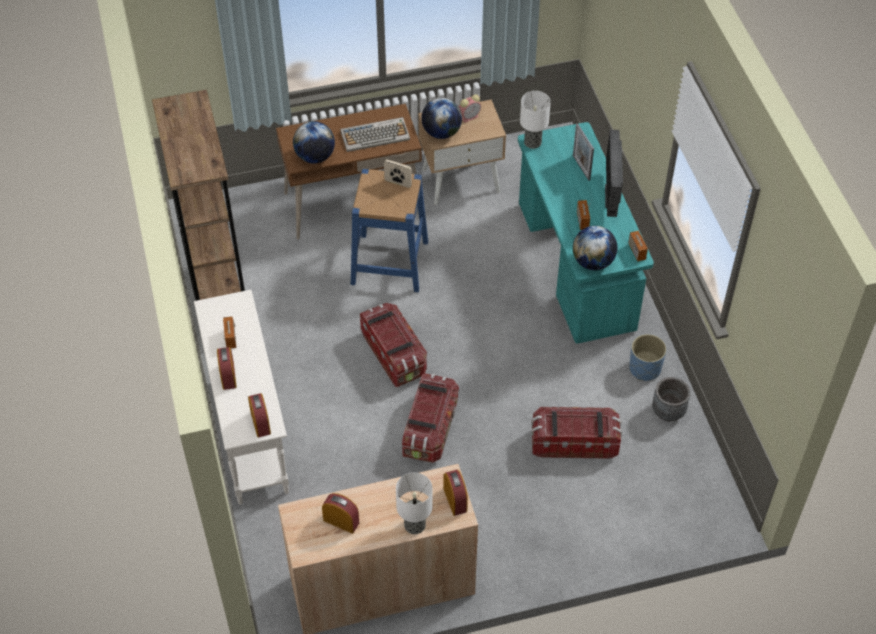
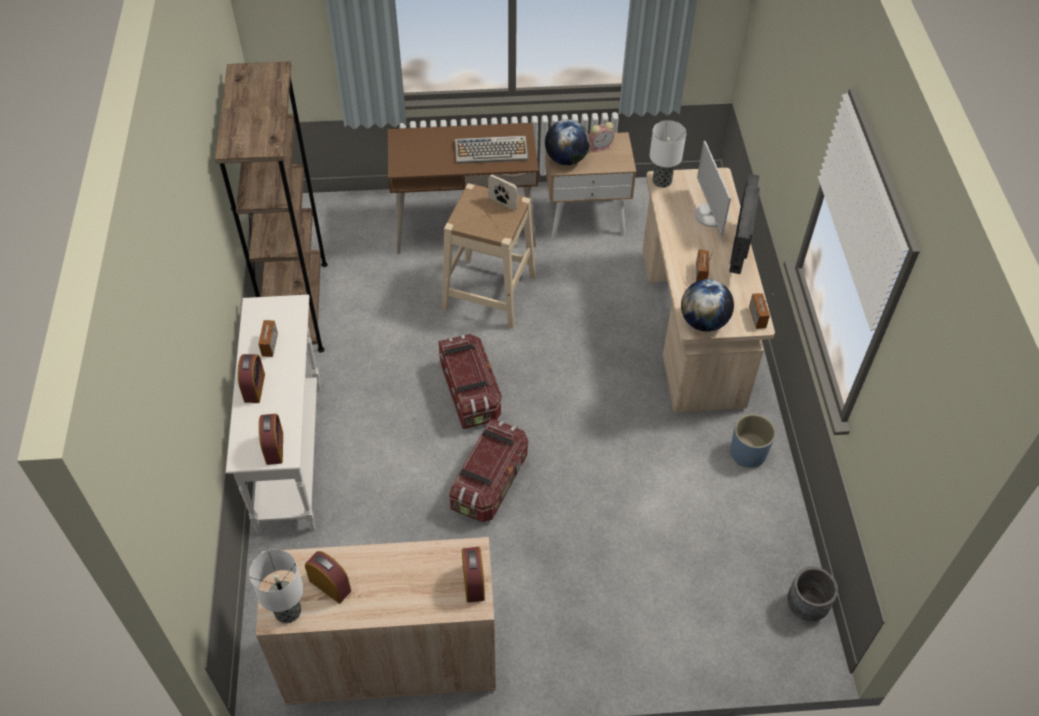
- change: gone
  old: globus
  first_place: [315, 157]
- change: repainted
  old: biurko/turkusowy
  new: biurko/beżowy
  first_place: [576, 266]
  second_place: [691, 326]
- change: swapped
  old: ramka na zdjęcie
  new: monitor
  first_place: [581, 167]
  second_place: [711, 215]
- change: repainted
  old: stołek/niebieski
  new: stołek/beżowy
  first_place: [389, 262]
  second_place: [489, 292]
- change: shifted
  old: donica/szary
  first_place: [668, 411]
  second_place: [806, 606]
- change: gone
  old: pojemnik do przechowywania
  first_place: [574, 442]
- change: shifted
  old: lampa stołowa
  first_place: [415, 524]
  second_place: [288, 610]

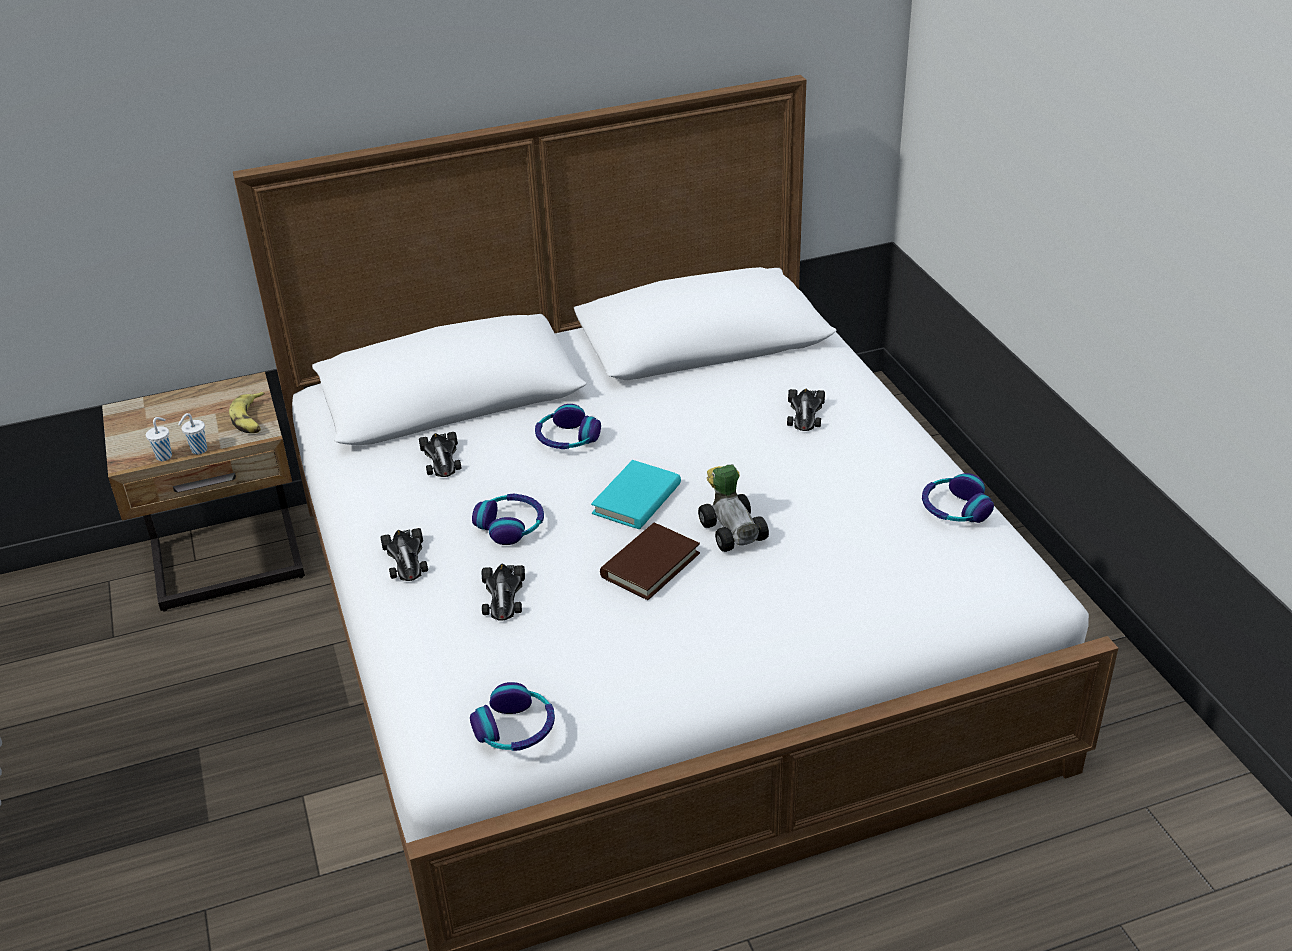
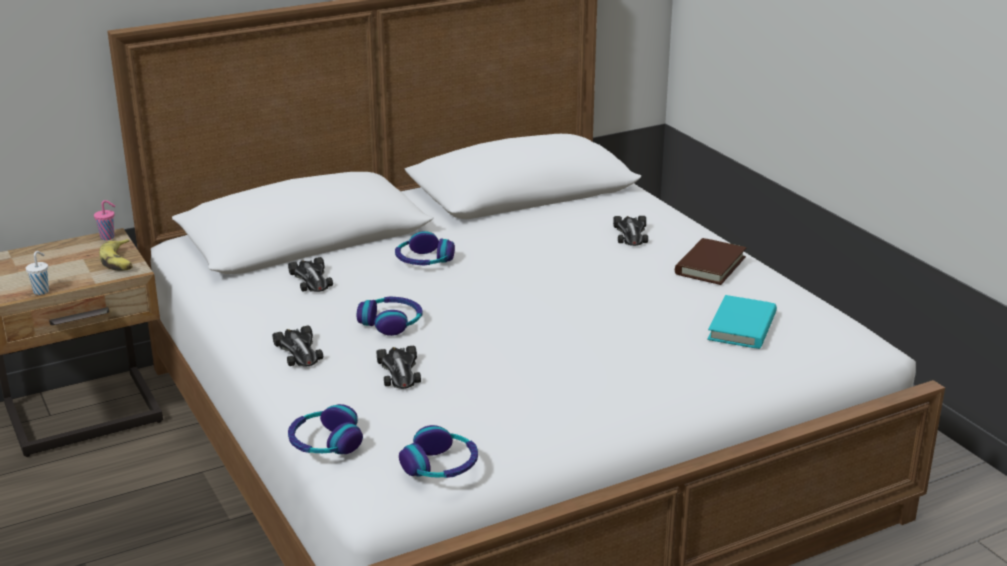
- change: gone
  old: filiżanka/biały
  first_place: [198, 450]
- change: shifted
  old: książka/turkusowy
  first_place: [637, 499]
  second_place: [742, 327]
- change: gone
  old: samochodzik
  first_place: [732, 528]
- change: shifted
  old: słuchawki
  first_place: [954, 509]
  second_place: [325, 443]
- change: shifted
  old: książka/brązowy
  first_place: [650, 565]
  second_place: [710, 265]
- change: new
  new: filiżanka/różowy
  second_place: [108, 237]

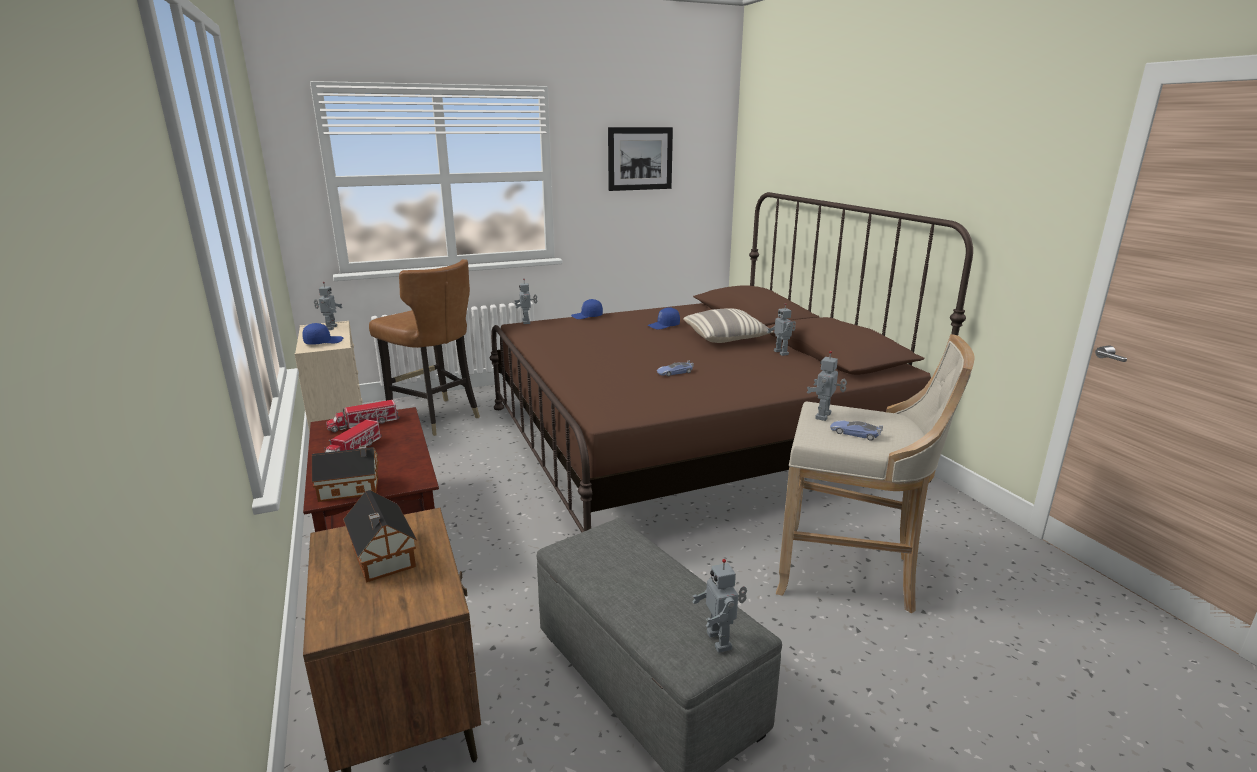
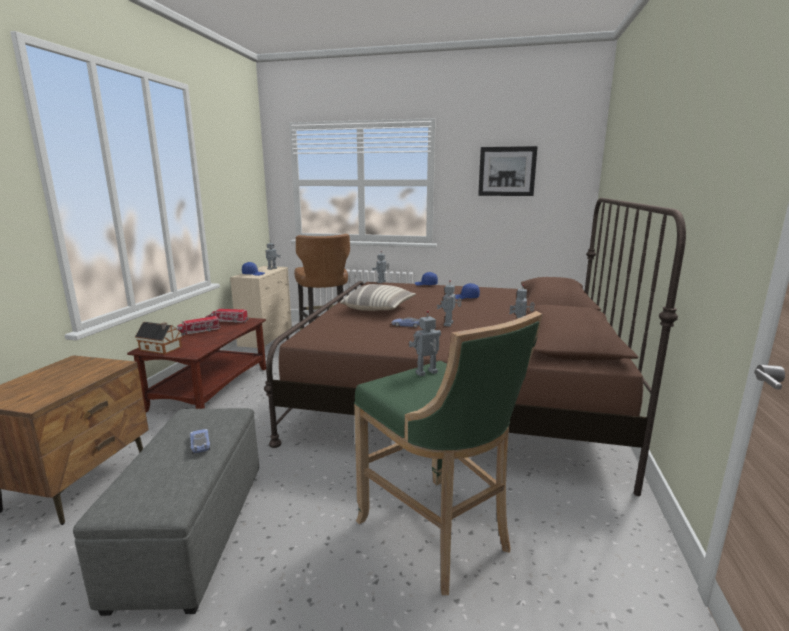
- change: shifted
  old: poduszka
  first_place: [726, 338]
  second_place: [379, 309]
- change: repainted
  old: stołek/beżowy
  new: stołek/zielony
  first_place: [850, 573]
  second_place: [438, 535]
- change: shifted
  old: samochodzik
  first_place: [854, 433]
  second_place: [200, 444]
- change: gone
  old: domek
  first_place: [383, 558]
- change: shifted
  old: robot zabawkowy
  first_place: [720, 640]
  second_place: [449, 324]

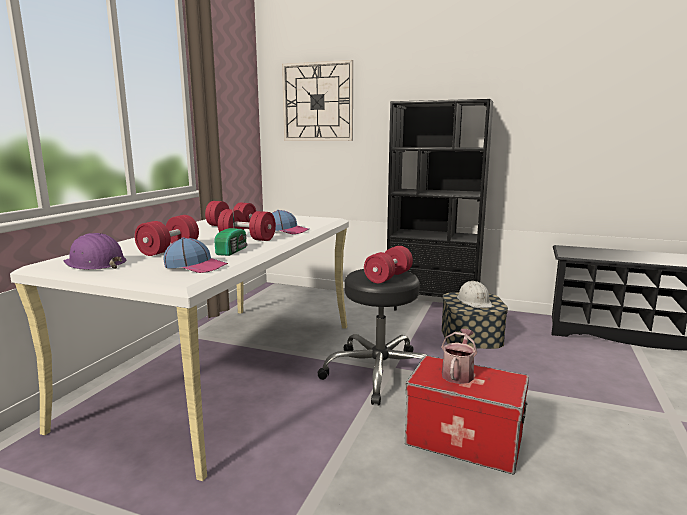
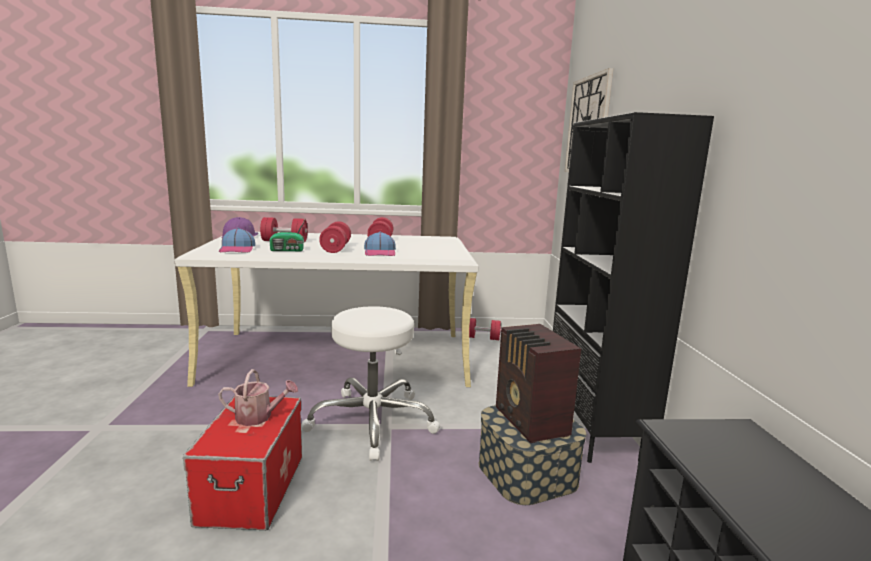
- change: shifted
  old: hantel/czerwony
  first_place: [388, 277]
  second_place: [482, 338]
- change: repainted
  old: stołek/czarny
  new: stołek/biały
  first_place: [379, 372]
  second_place: [373, 421]
- change: swapped
  old: kask/biały
  new: radio
  first_place: [474, 301]
  second_place: [530, 422]

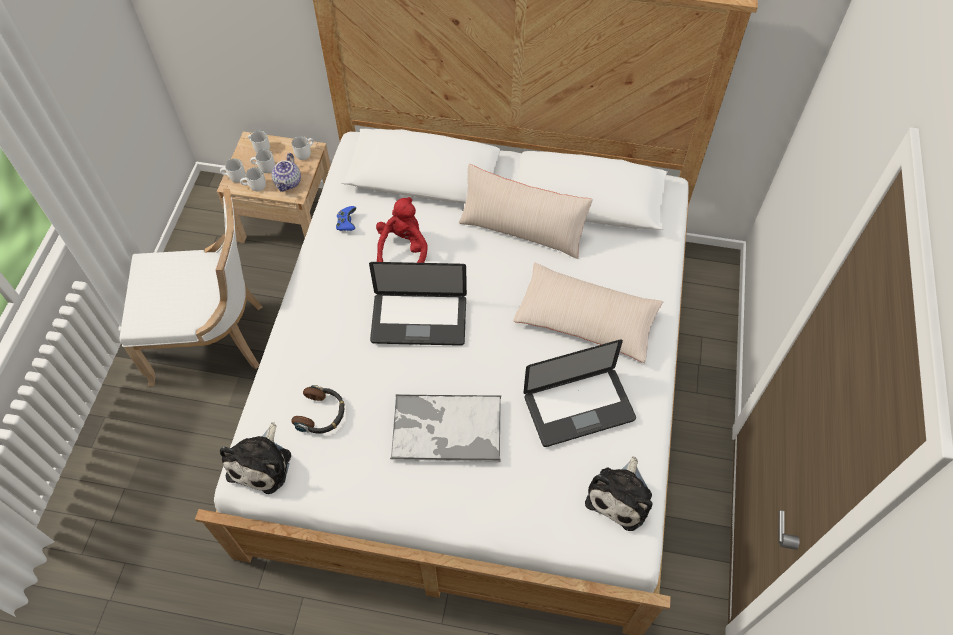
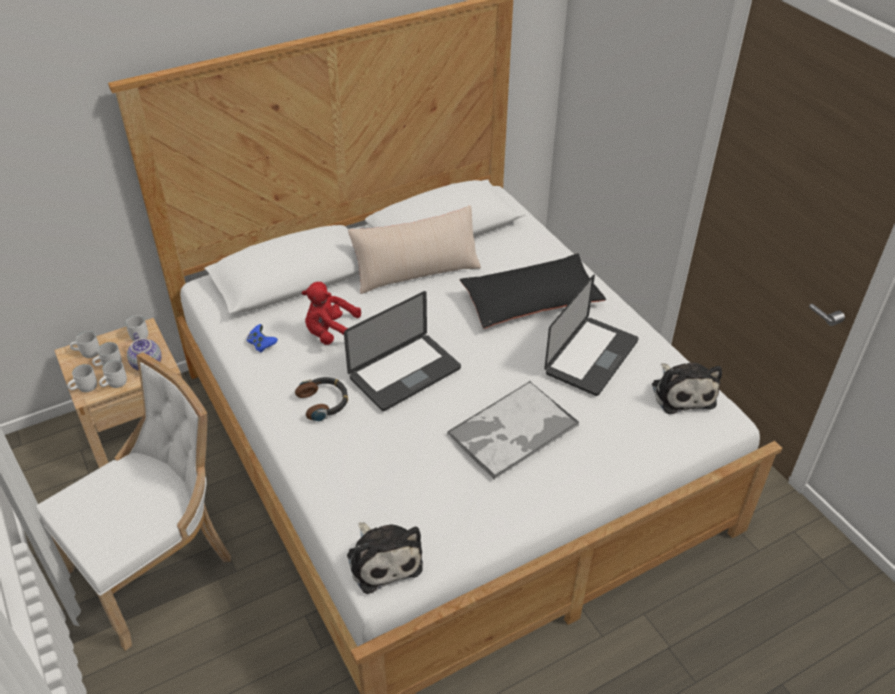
- change: rotated
  old: pluszak/czerwony
  first_place: [403, 249]
  second_place: [333, 335]
  degrees: -75
- change: repainted
  old: poduszka/beżowy
  new: poduszka/czarny
  first_place: [586, 320]
  second_place: [531, 302]
- change: shifted
  old: słuchawki
  first_place: [321, 414]
  second_place: [324, 402]

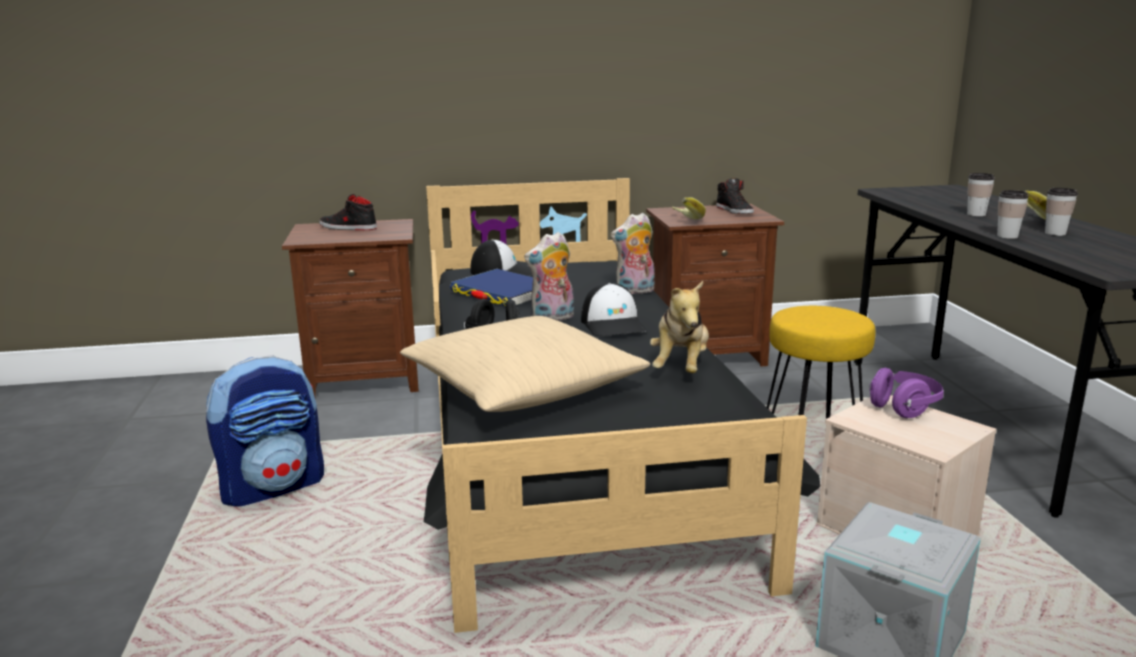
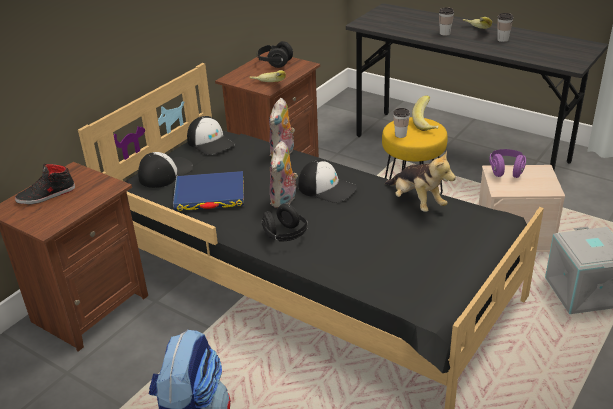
- change: swapped
  old: but/czarny
  new: słuchawki/czarny
  first_place: [735, 211]
  second_place: [274, 63]
- change: shifted
  old: filiżanka
  first_place: [1007, 236]
  second_place: [400, 135]
- change: gone
  old: poduszka/beżowy
  first_place: [522, 388]
- change: new
  new: banan
  second_place: [427, 124]
- change: new
  new: czapka z daszkiem
  second_place: [211, 142]

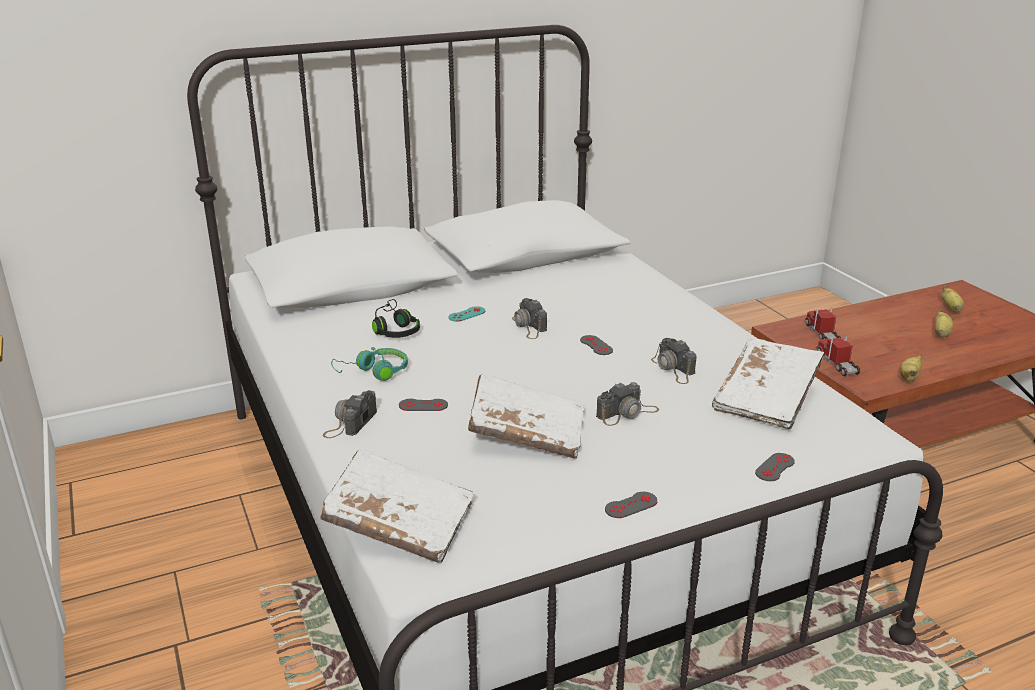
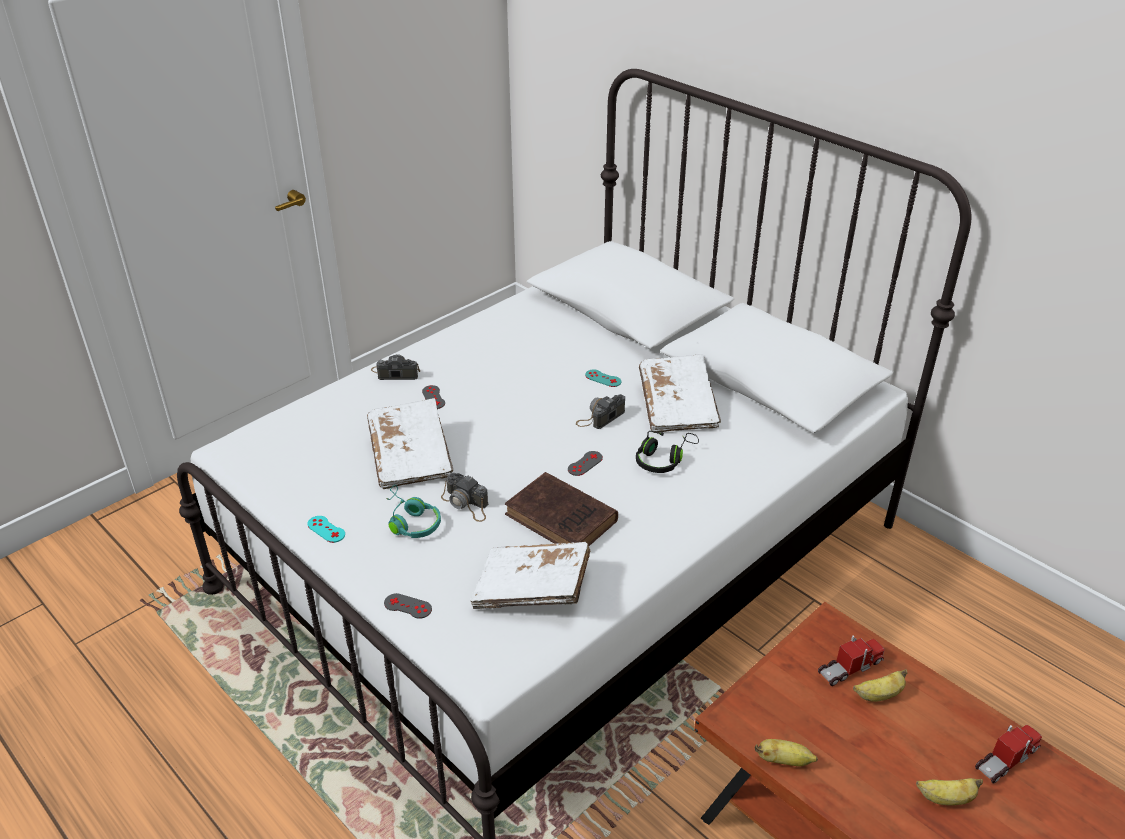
- change: shifted
  old: banan
  first_place: [951, 309]
  second_place: [878, 695]
- change: shifted
  old: słuchawki/czarny
  first_place: [395, 329]
  second_place: [663, 459]
- change: shifted
  old: ciężarówka zabawkowa
  first_place: [837, 363]
  second_place: [1006, 759]
- change: swapped
  old: aparat fotograficzny
  new: książka/brązowy
  first_place: [673, 369]
  second_place: [563, 519]
- change: shifted
  old: słuchawki/turkusowy
  first_place: [374, 372]
  second_place: [410, 521]
- change: shifted
  old: książka/biały
  first_place: [399, 524]
  second_place: [677, 406]
- change: repainted
  old: pad do gier/szary
  new: pad do gier/turkusowy
  first_place: [631, 505]
  second_place: [326, 529]

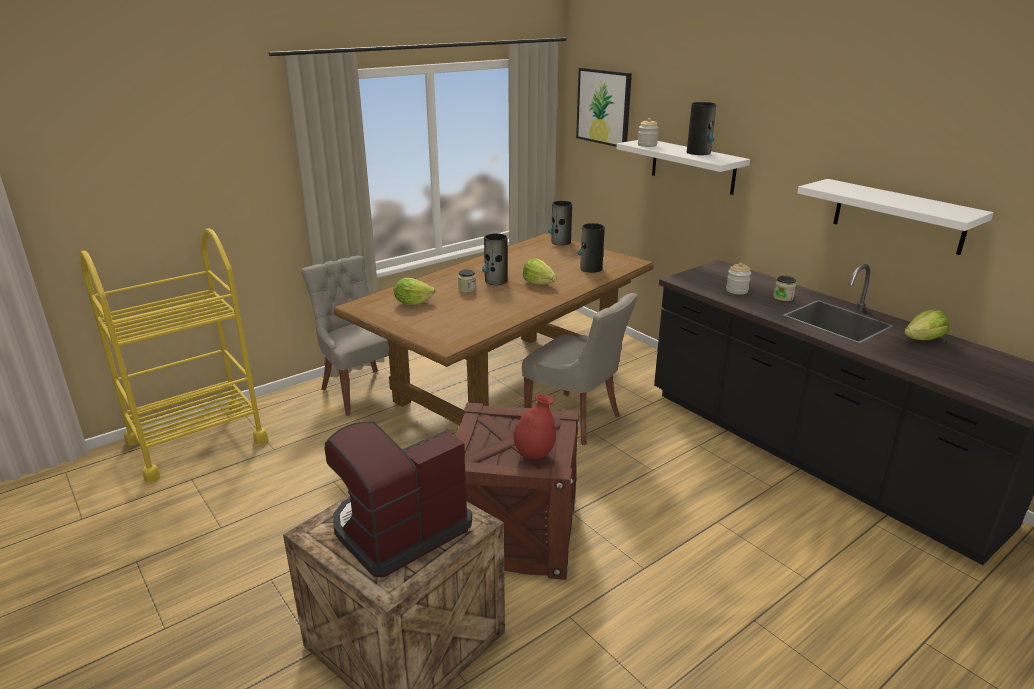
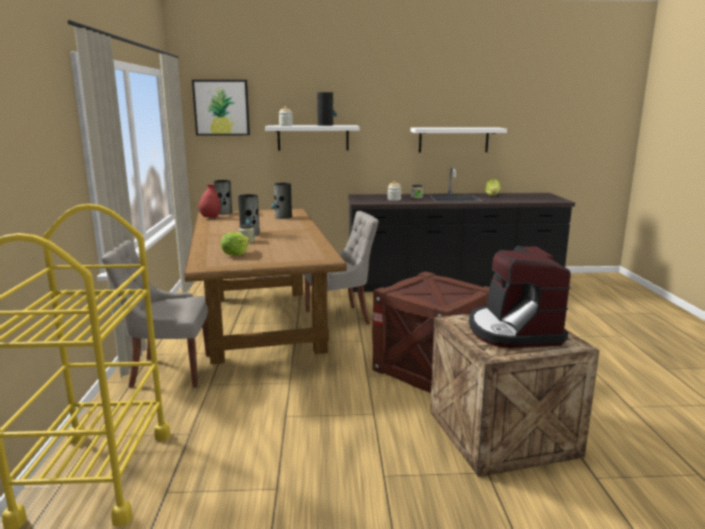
- change: gone
  old: sałata
  first_place: [538, 283]
- change: shifted
  old: wazon/czerwony
  first_place: [534, 454]
  second_place: [210, 218]

